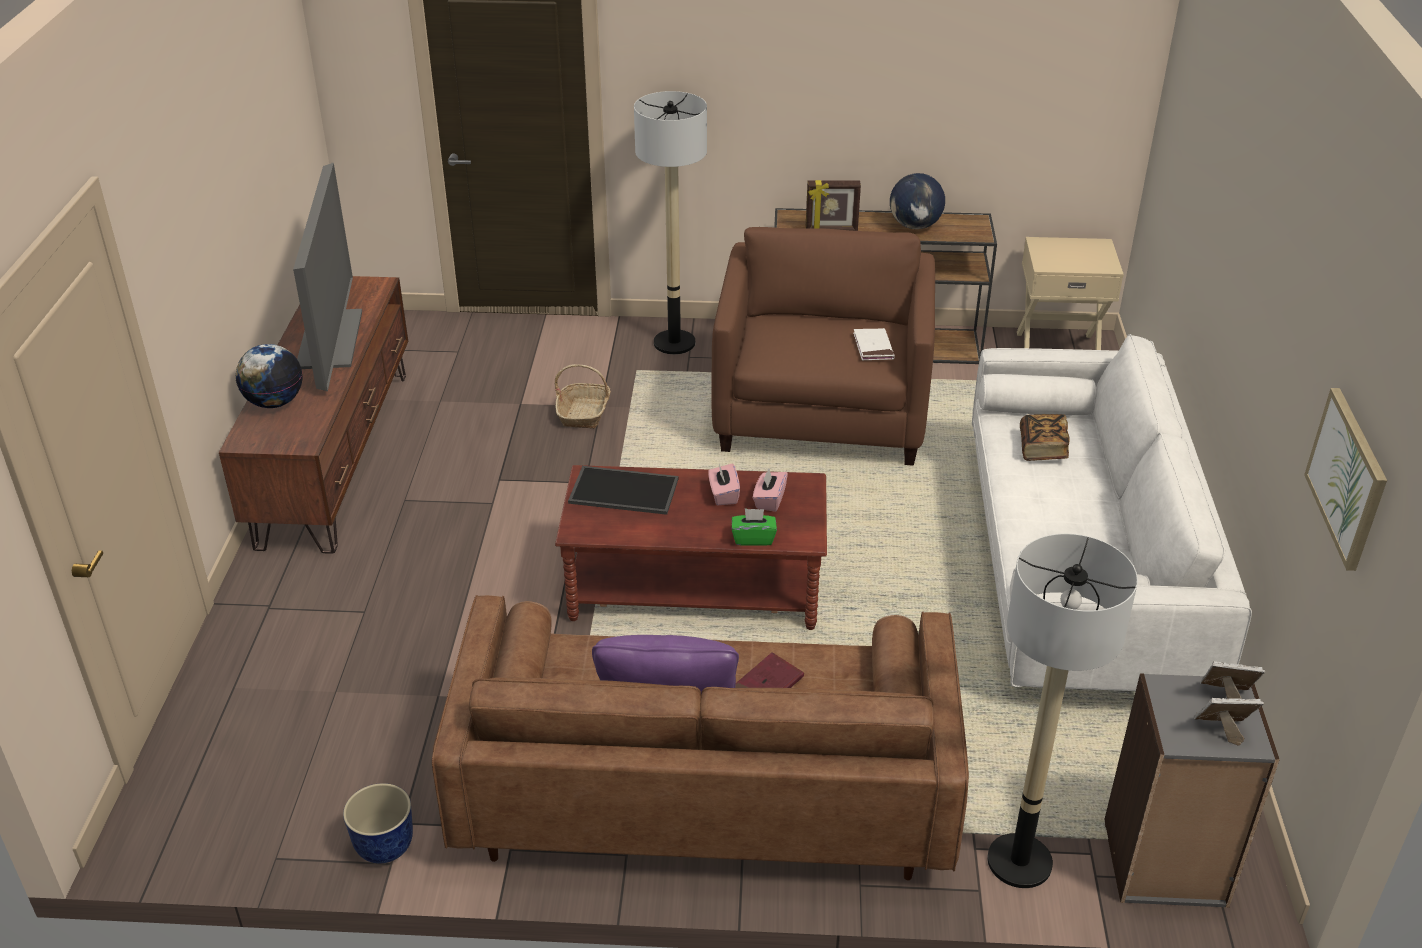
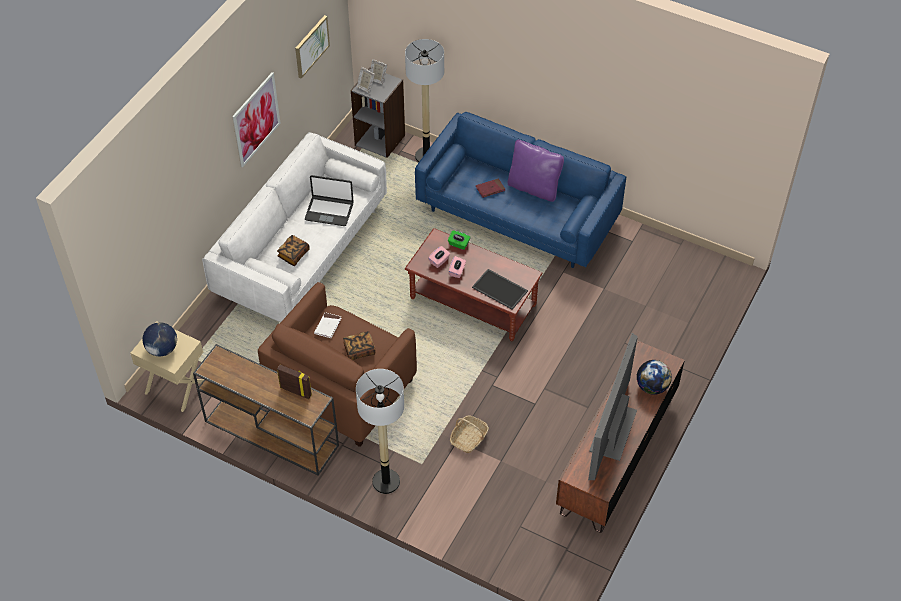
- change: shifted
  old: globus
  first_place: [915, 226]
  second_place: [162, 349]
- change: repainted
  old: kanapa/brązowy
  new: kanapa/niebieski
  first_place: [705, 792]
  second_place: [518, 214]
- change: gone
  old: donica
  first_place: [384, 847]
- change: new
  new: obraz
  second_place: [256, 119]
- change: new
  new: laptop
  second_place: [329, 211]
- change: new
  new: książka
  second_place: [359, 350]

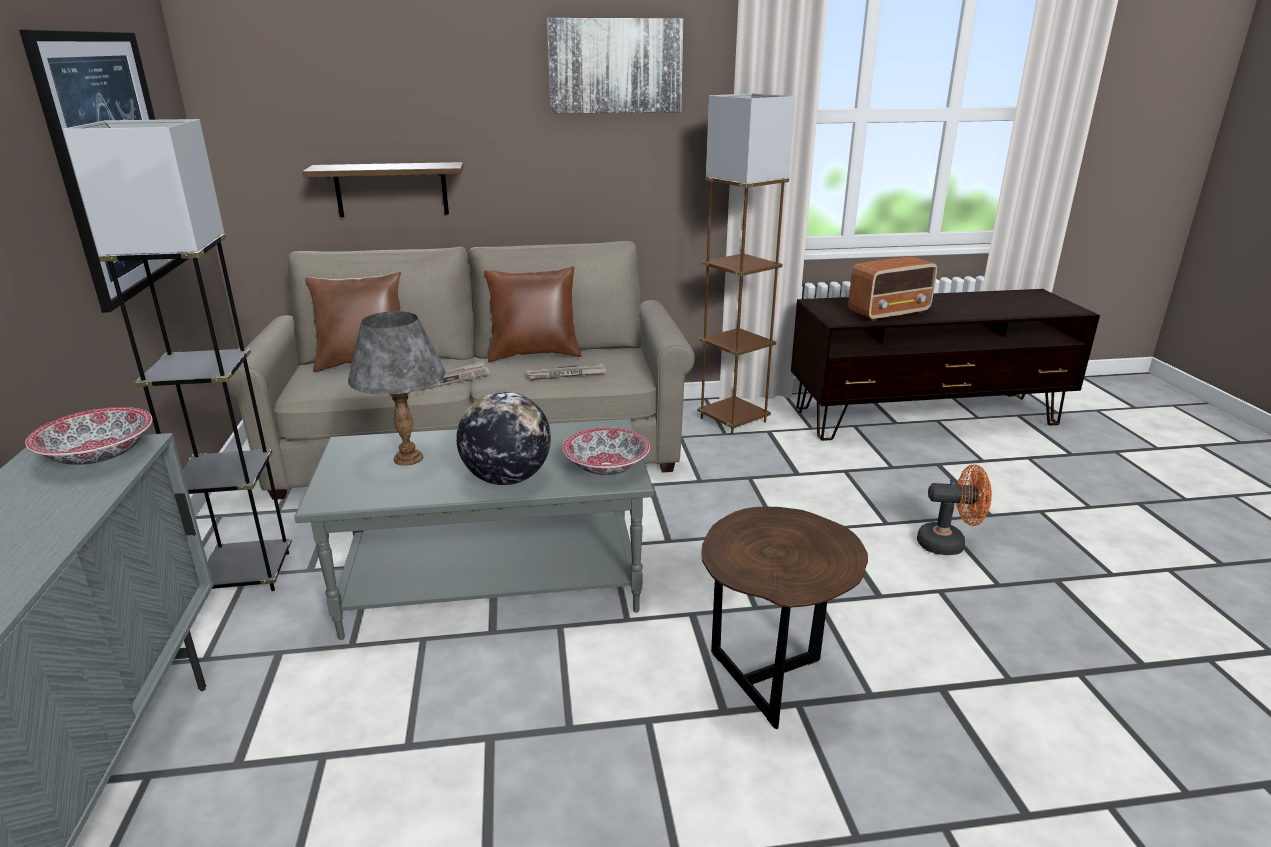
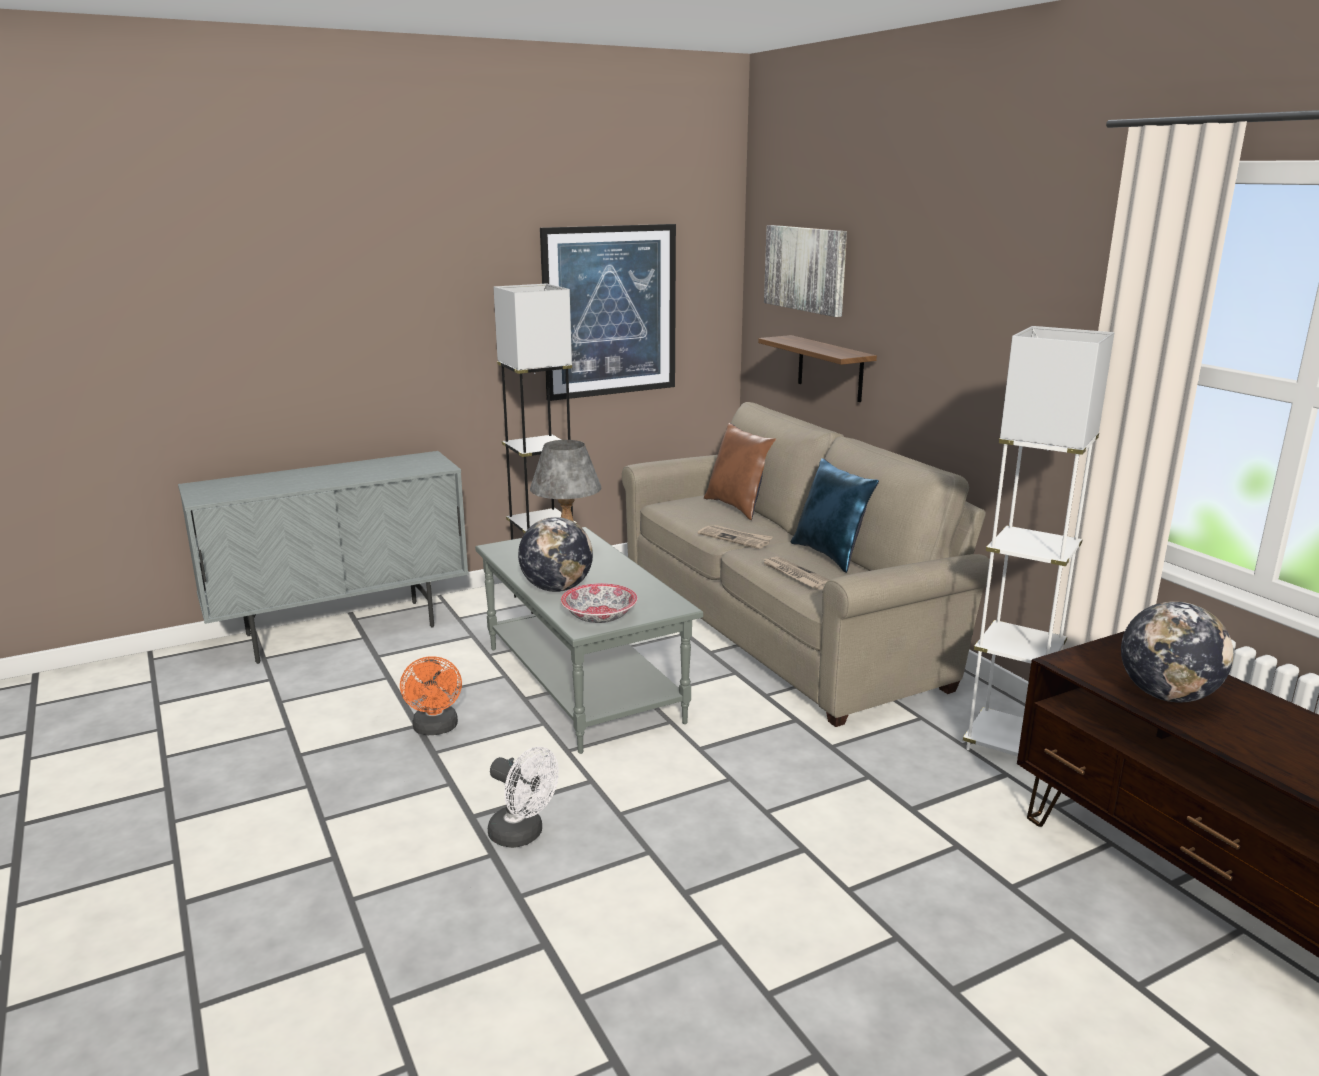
- change: shifted
  old: obraz
  first_place: [615, 66]
  second_place: [806, 269]
- change: repainted
  old: lampa stojąca/brązowy
  new: lampa stojąca/biały
  first_place: [733, 420]
  second_place: [1006, 744]
- change: swapped
  old: radio
  new: globus
  first_place: [889, 313]
  second_place: [1166, 695]
- change: repainted
  old: poduszka/brązowy
  new: poduszka/niebieski
  first_place: [535, 354]
  second_place: [831, 555]
- change: gone
  old: miska
  first_place: [98, 455]
- change: shifted
  old: wentylator/pomarańczowy
  first_place: [948, 544]
  second_place: [436, 729]
- change: swapped
  old: stolik/brązowy
  new: wentylator/biały
  first_place: [771, 676]
  second_place: [523, 835]

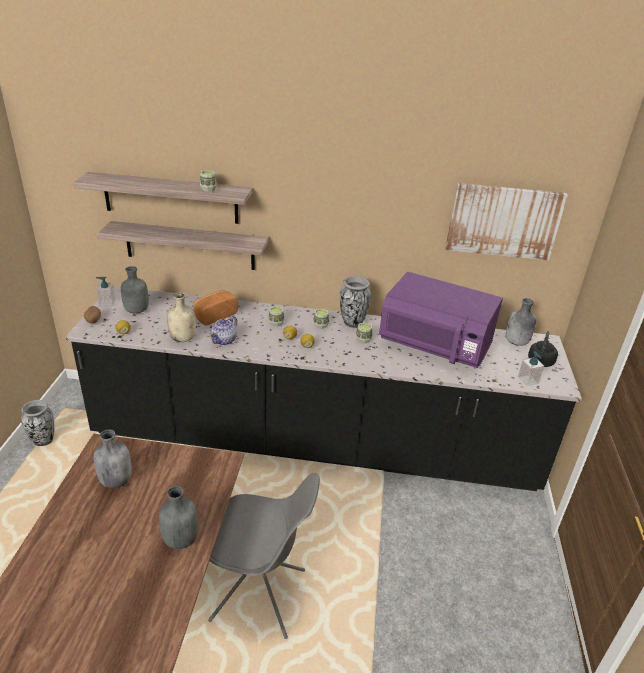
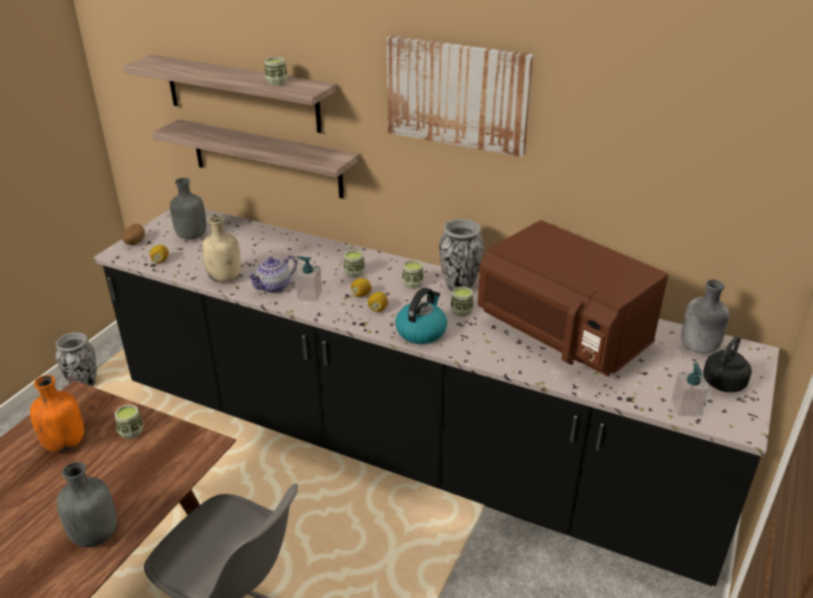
- change: shifted
  old: obraz
  first_place: [503, 221]
  second_place: [457, 94]
- change: repainted
  old: mikrofalówka/fioletowy
  new: mikrofalówka/brązowy
  first_place: [434, 346]
  second_place: [562, 335]
- change: shifted
  old: dozownik mydła
  first_place: [107, 303]
  second_place: [309, 295]
- change: gone
  old: chleb
  first_place: [214, 315]
- change: repainted
  old: butelka/szary
  new: butelka/pomarańczowy
  first_place: [116, 480]
  second_place: [65, 443]
- change: new
  new: czajnik
  second_place: [421, 331]
- change: new
  new: filiżanka
  second_place: [131, 432]

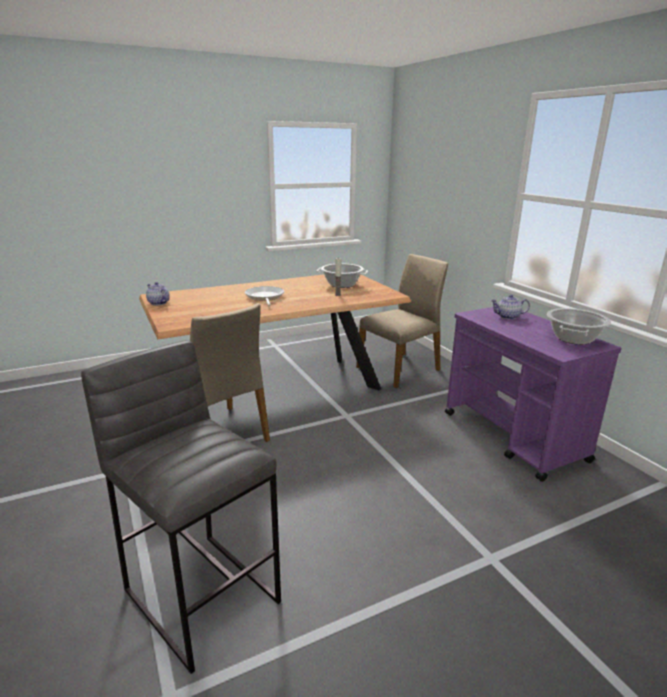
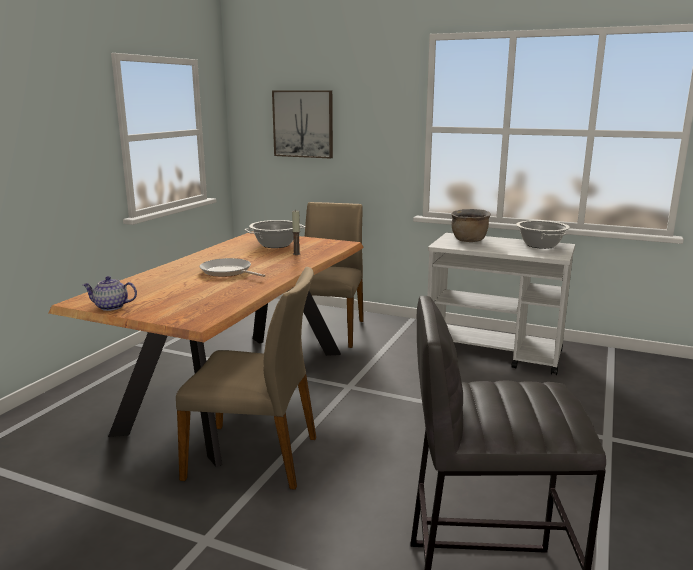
- change: swapped
  old: imbryk
  new: garnek/brązowy
  first_place: [508, 317]
  second_place: [469, 240]
- change: repainted
  old: wózek/fioletowy
  new: wózek/biały
  first_place: [514, 437]
  second_place: [495, 352]
- change: new
  new: obraz
  second_place: [303, 124]

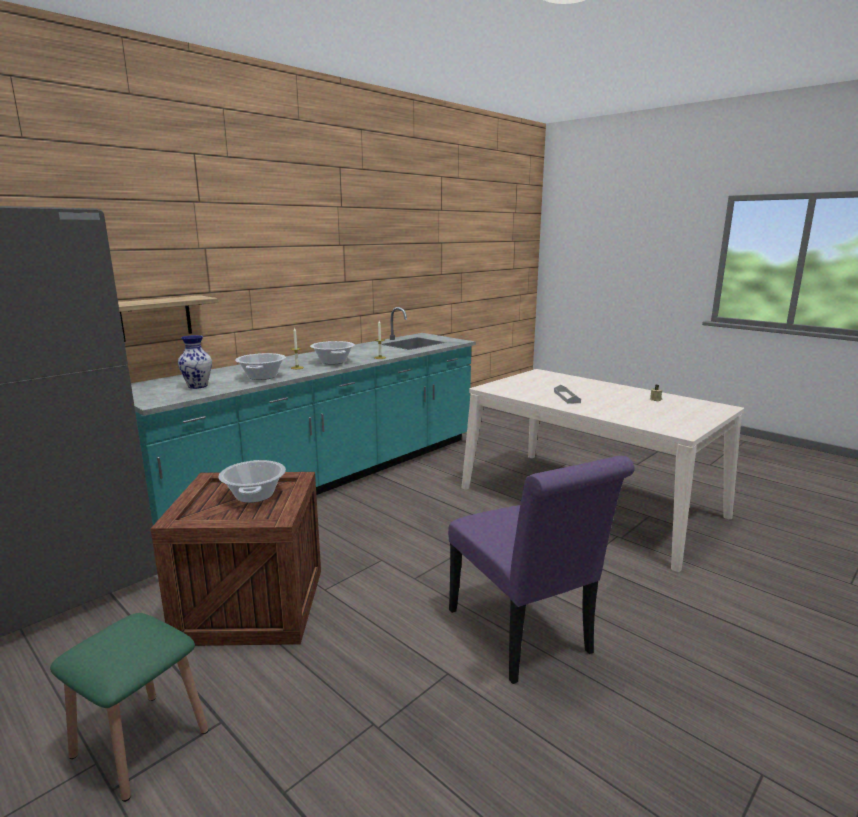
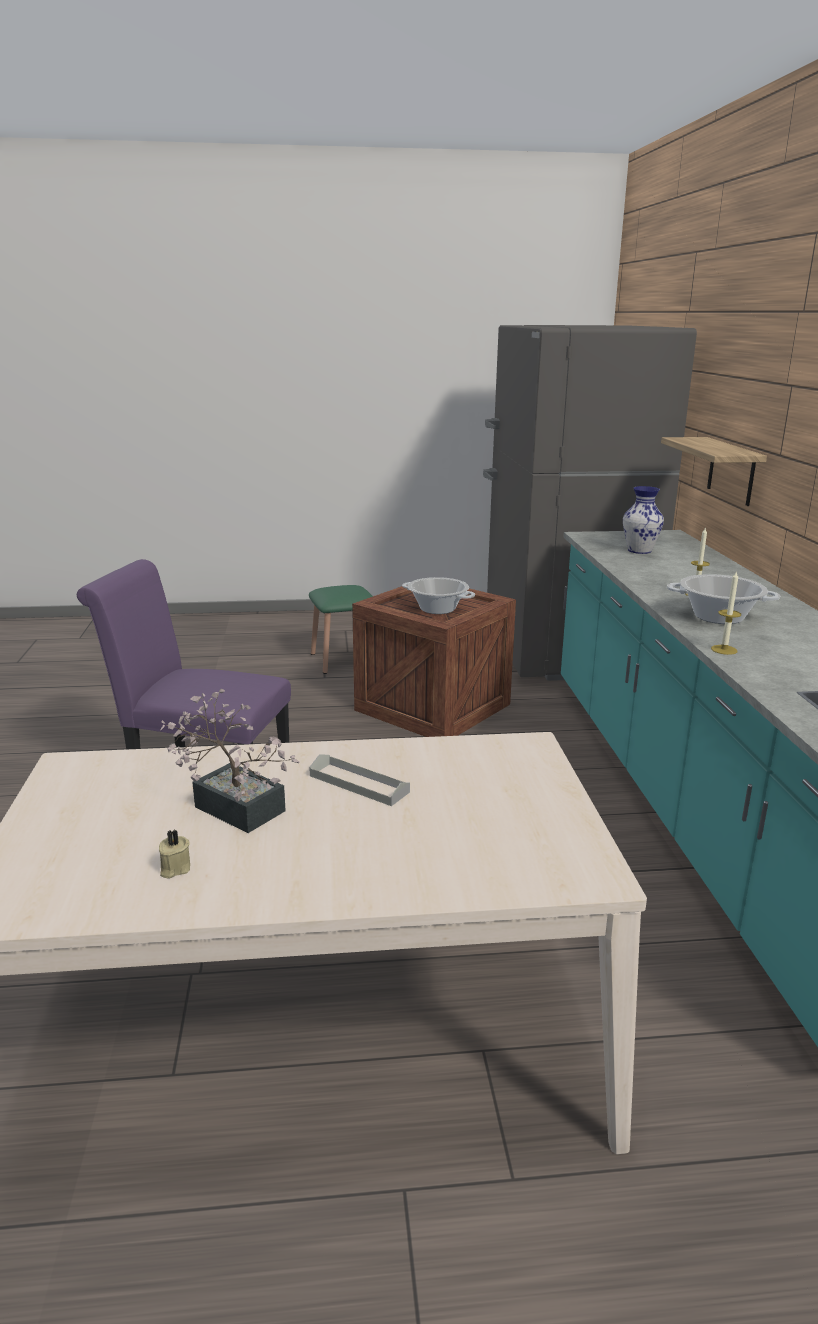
- change: gone
  old: garnek
  first_place: [262, 377]
- change: new
  new: roślina doniczkowa
  second_place: [233, 805]

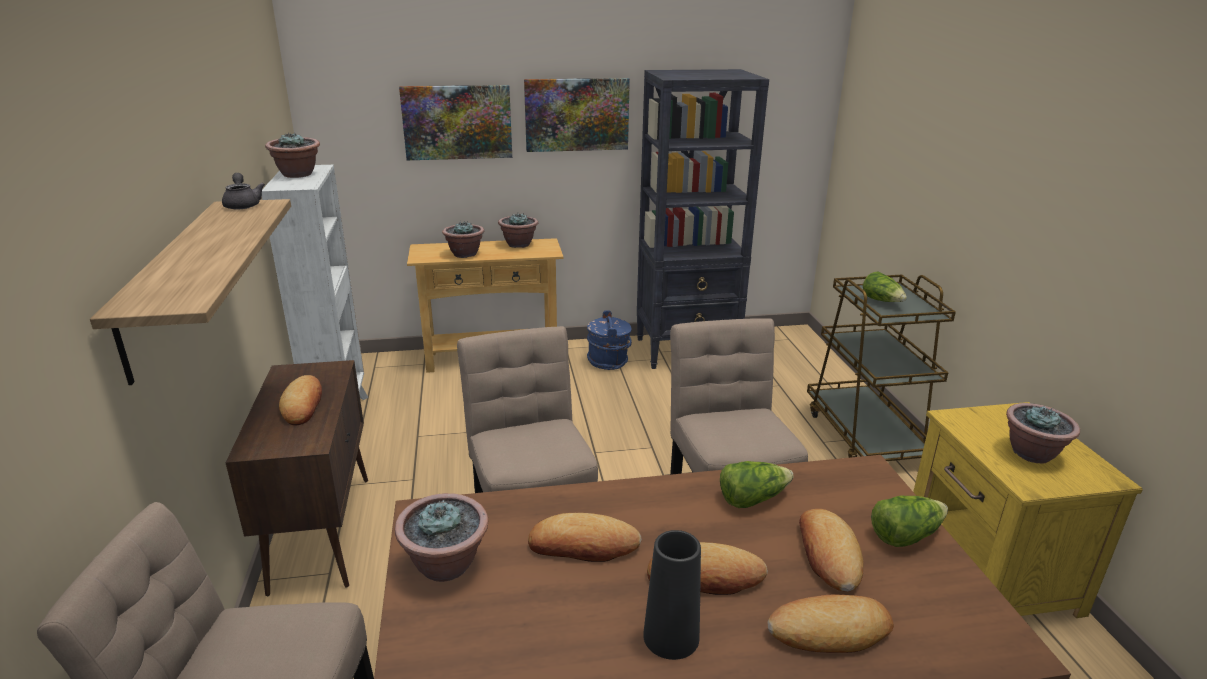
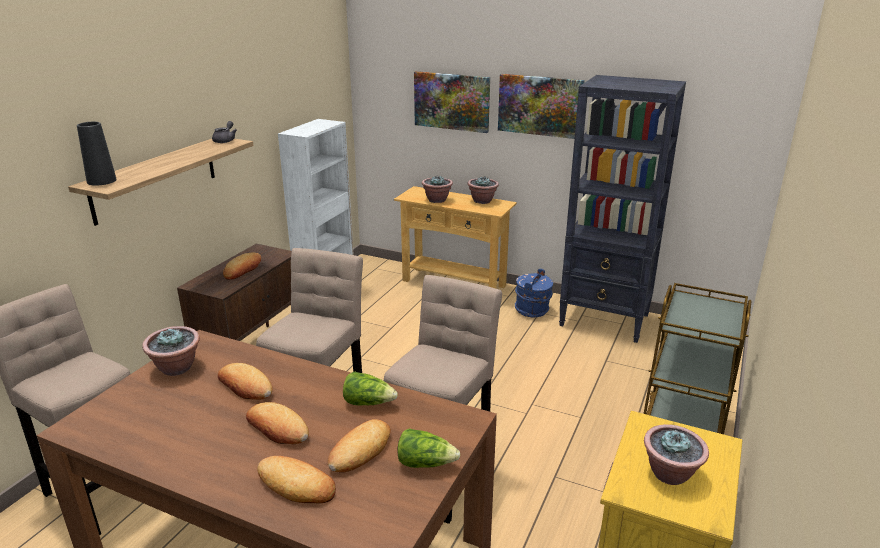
- change: gone
  old: roślina doniczkowa
  first_place: [298, 174]
- change: gone
  old: sałata
  first_place: [882, 301]
- change: shifted
  old: wazon/czarny
  first_place: [671, 637]
  second_place: [101, 181]

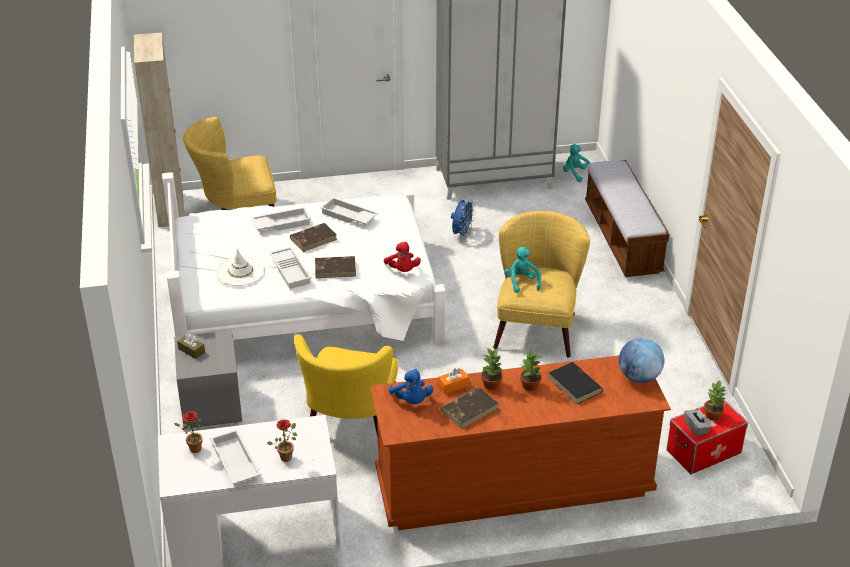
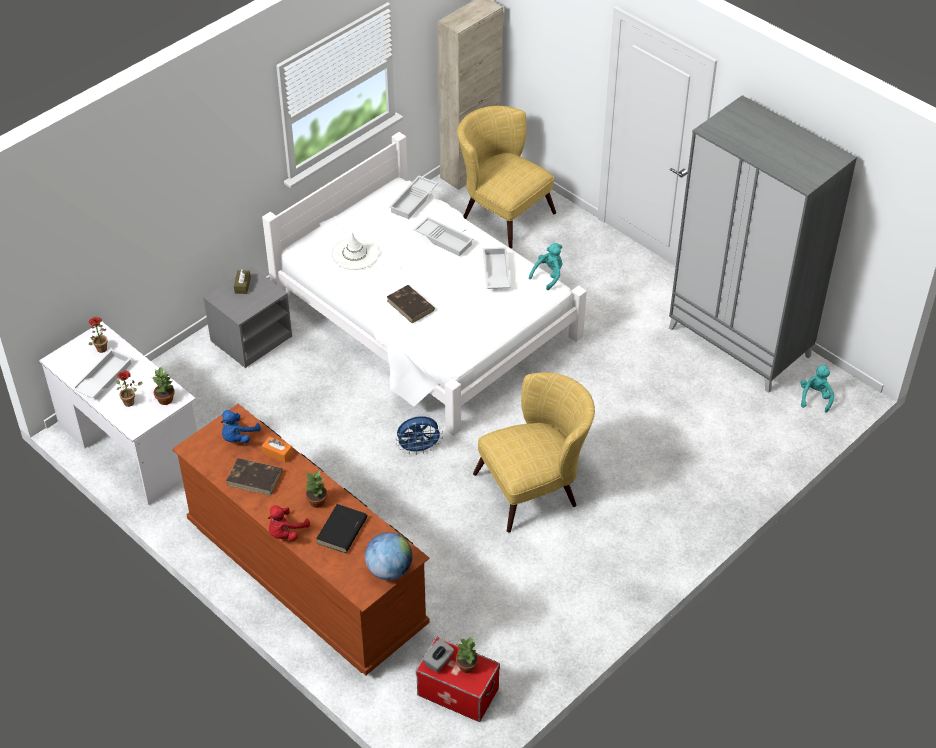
- change: gone
  old: ławka
  first_place: [622, 238]
- change: shifted
  old: wentylator/niebieski
  first_place: [462, 234]
  second_place: [419, 449]
- change: gone
  old: książka/brązowy
  first_place: [314, 239]
- change: shifted
  old: pluszak/czerwony
  first_place: [402, 270]
  second_place: [286, 532]
- change: shifted
  old: taca/biały
  first_place: [291, 271]
  second_place: [414, 201]
- change: shifted
  old: pluszak/turkusowy
  first_place: [521, 282]
  second_place: [548, 275]
- change: gone
  old: fotel/żółty
  first_place: [350, 424]
- change: shifted
  old: roślina doniczkowa
  first_place: [491, 384]
  second_place: [166, 399]

